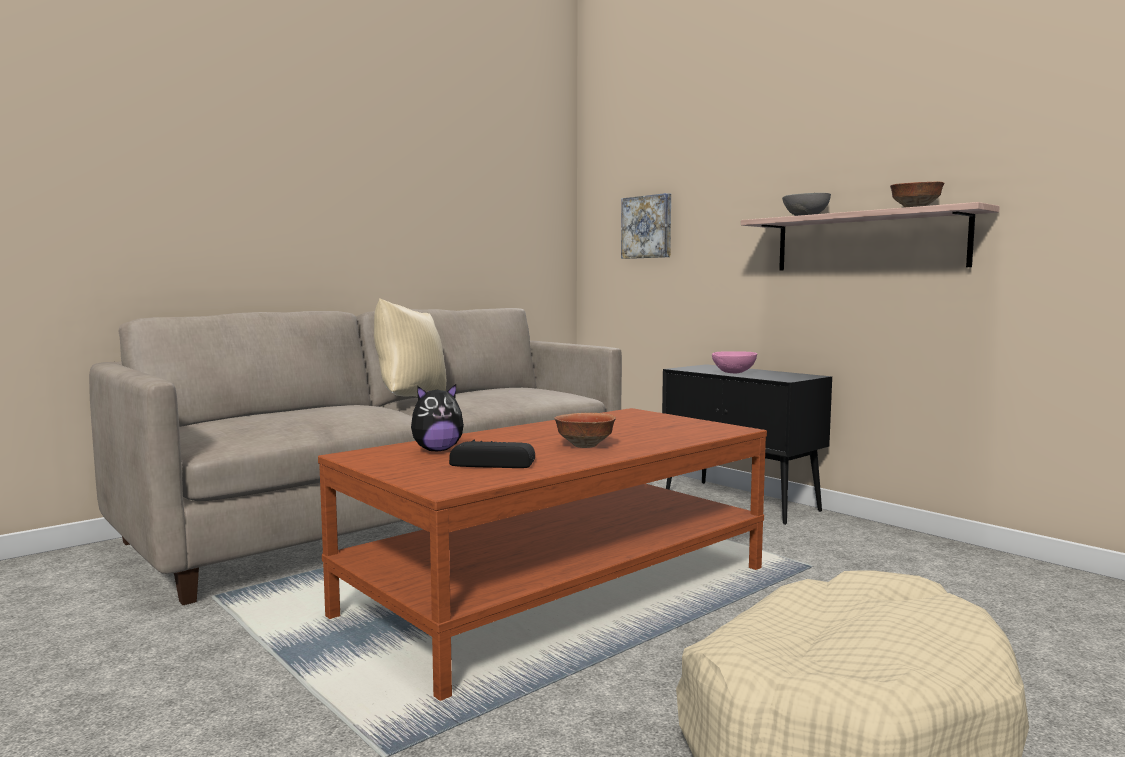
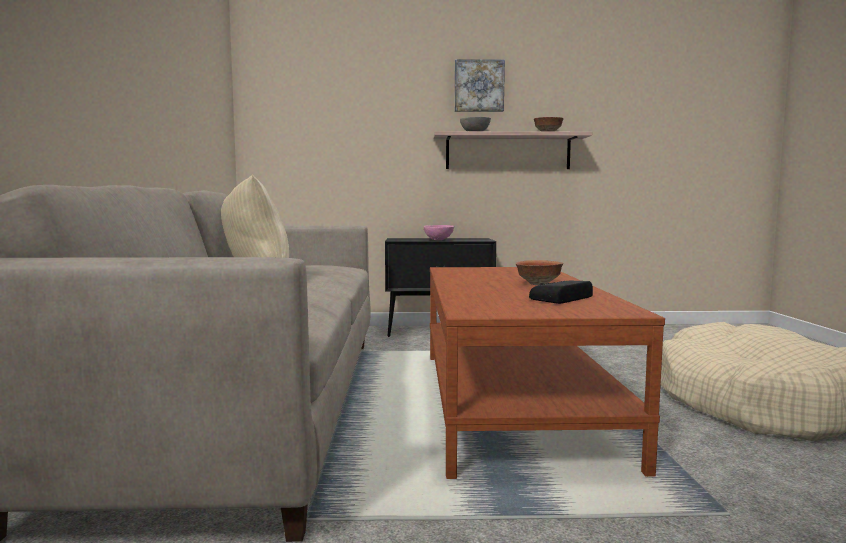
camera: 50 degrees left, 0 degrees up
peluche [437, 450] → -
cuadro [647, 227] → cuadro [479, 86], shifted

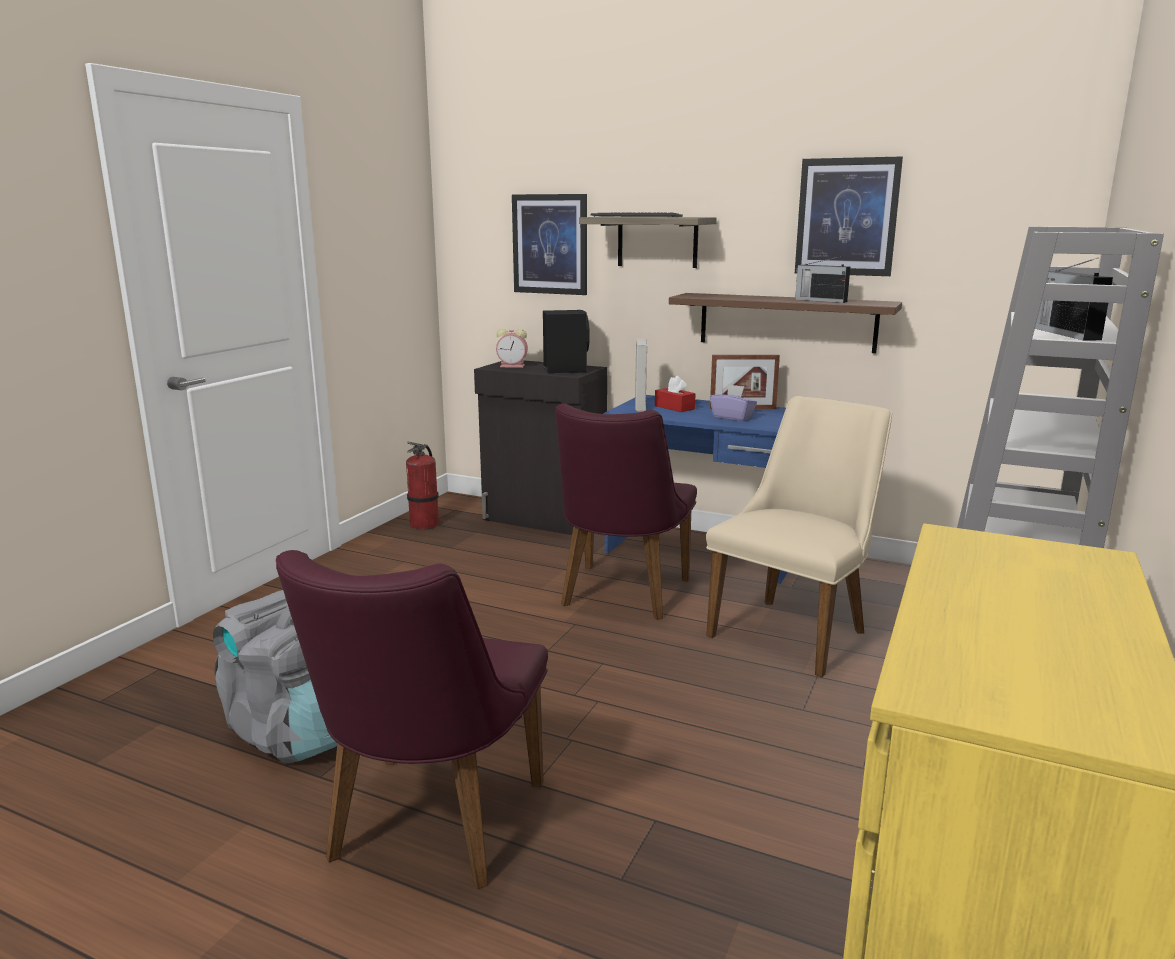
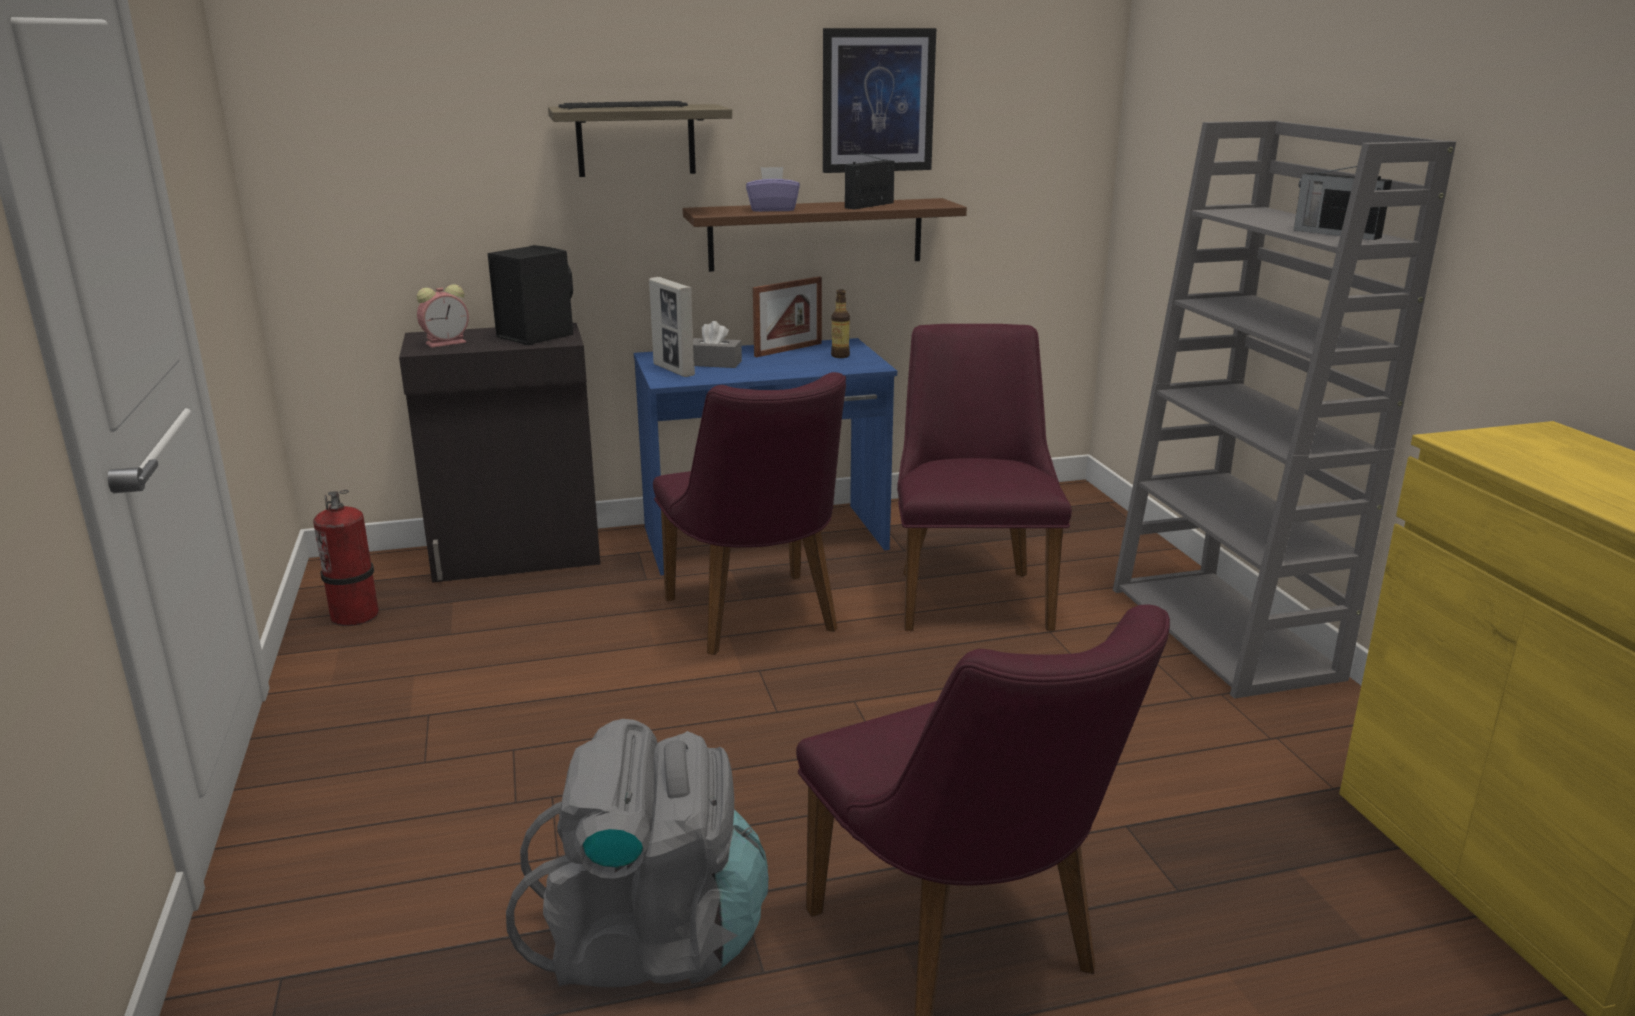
camera: 40 degrees left, 5 degrees up
cuadro [550, 244] → -
caja de pañuelos [rojo] [674, 407] → caja de pañuelos [gris] [714, 363]
silla [beis] [796, 629] → silla [morado] [970, 592]
caja de pañuelos [morado] [732, 417] → caja de pañuelos [morado] [772, 209], shifted
radio [820, 300] → radio [870, 205], 135 degrees clockwise
- → botella [840, 356]

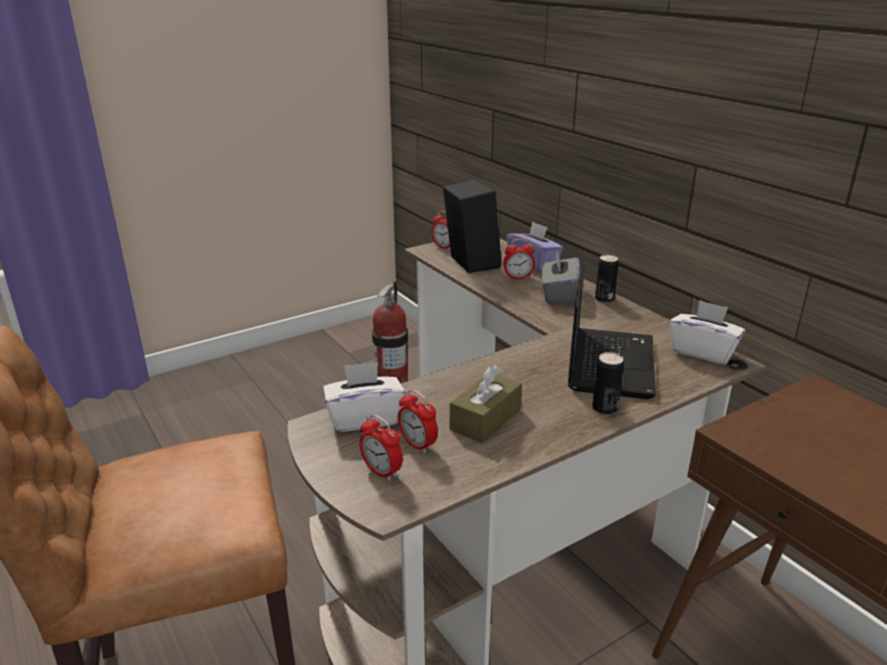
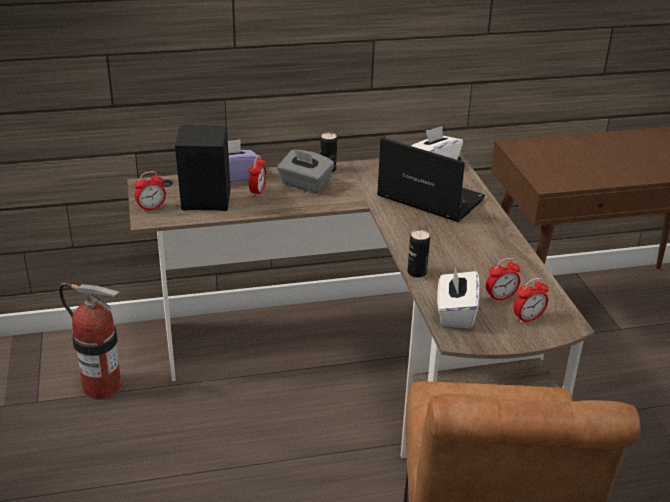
camera: 70 degrees left, 5 degrees up
caja de pañuelos [marrón] [485, 419] → -
lata [604, 408] → lata [417, 272], shifted

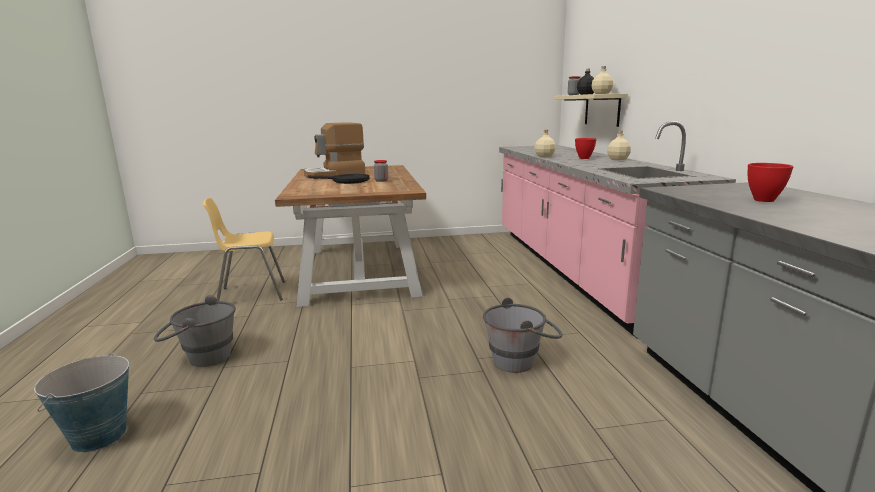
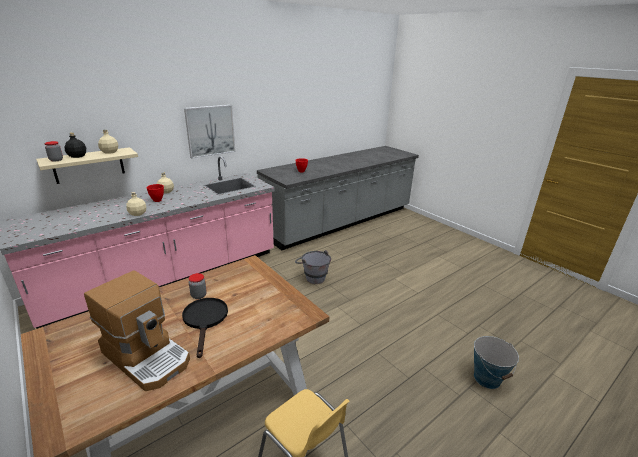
camera: 120 degrees left, 10 degrees up
cubo [gris] [201, 358] → -
- → cuadro [210, 130]

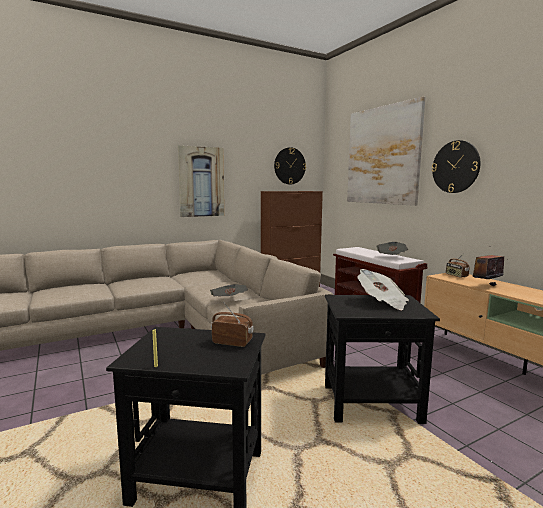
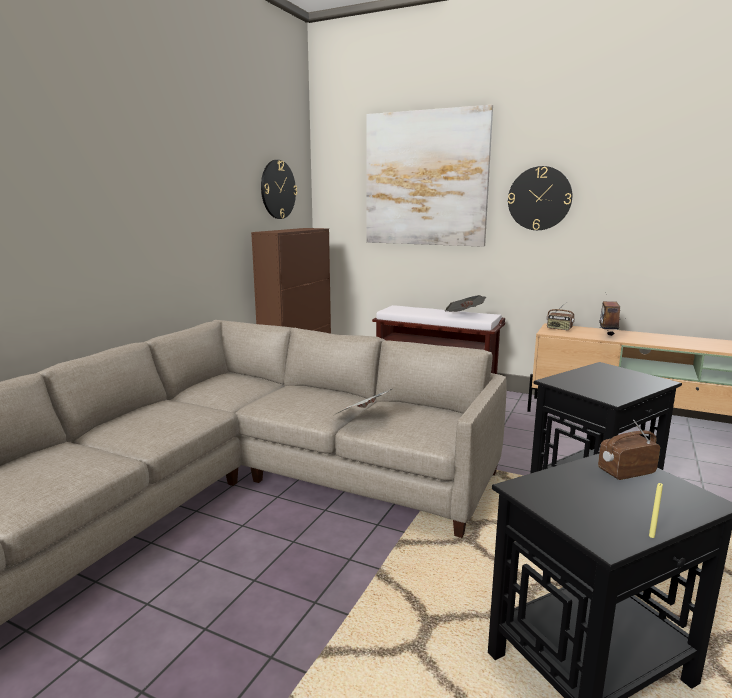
camera: 35 degrees left, 5 degrees up
cuadro [201, 182] → -
periódico [382, 302] → -

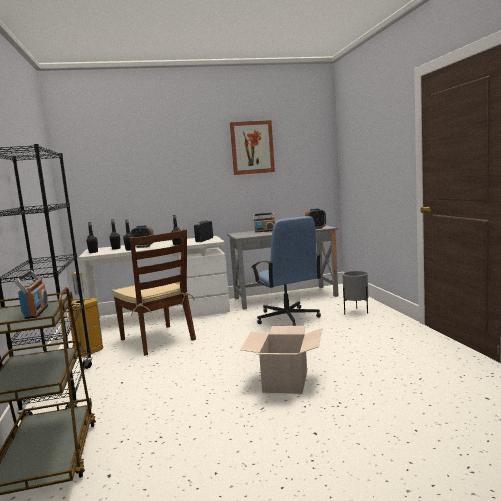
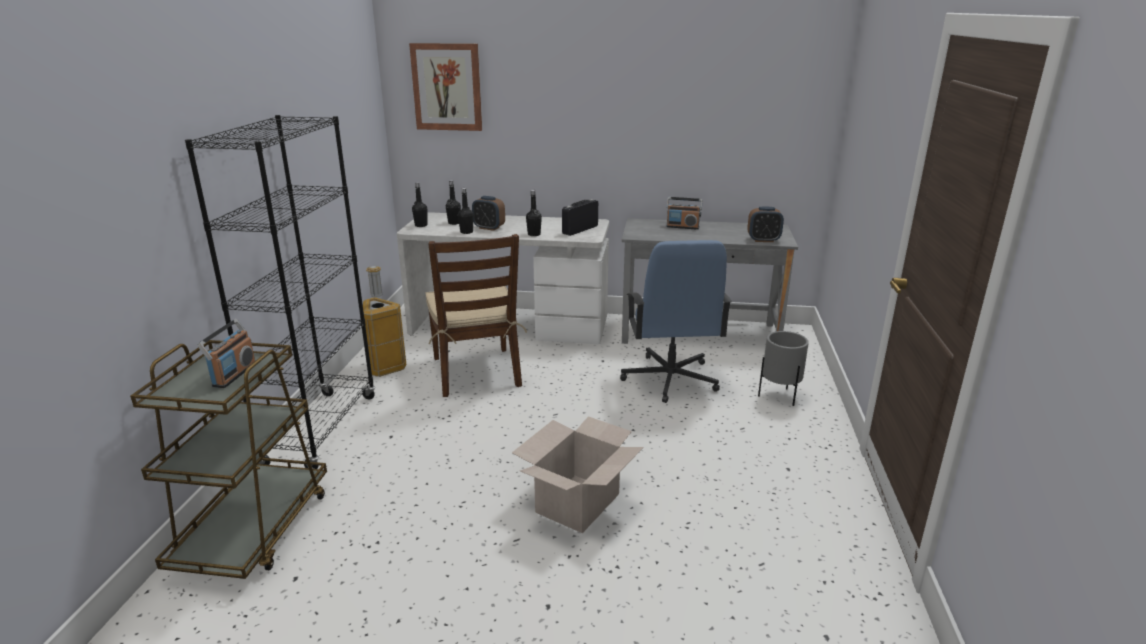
camera: 20 degrees right, 15 degrees up
cuadro [252, 147] → cuadro [447, 87], shifted

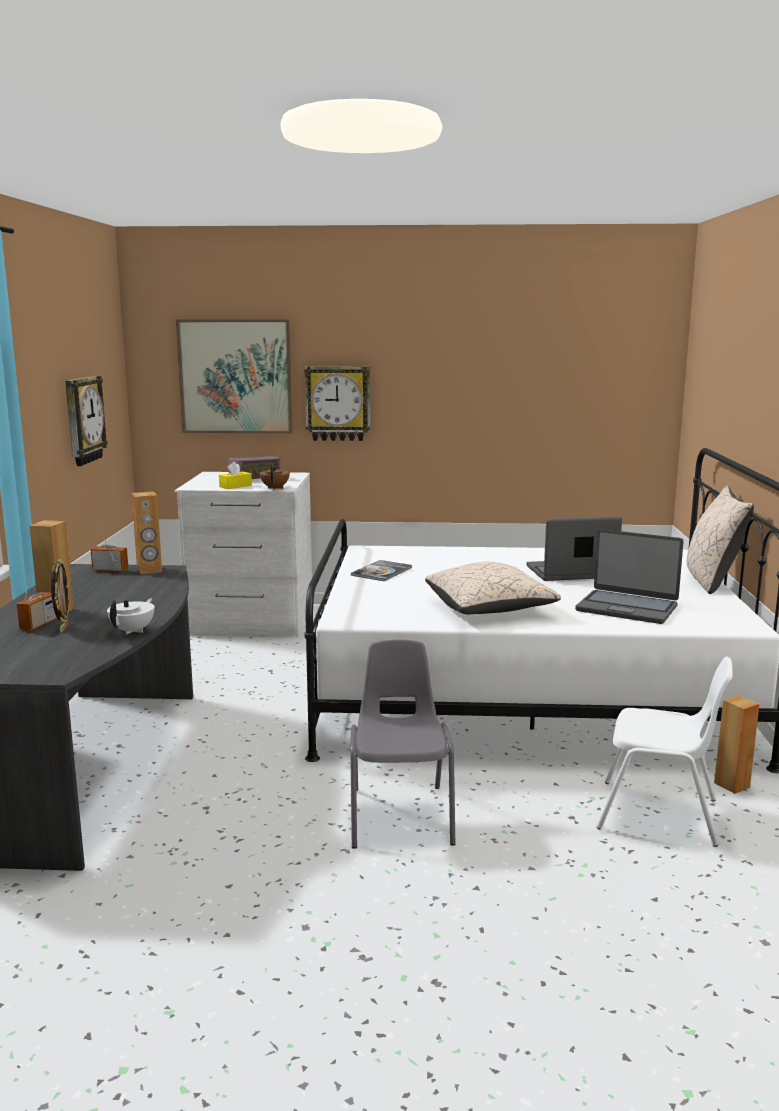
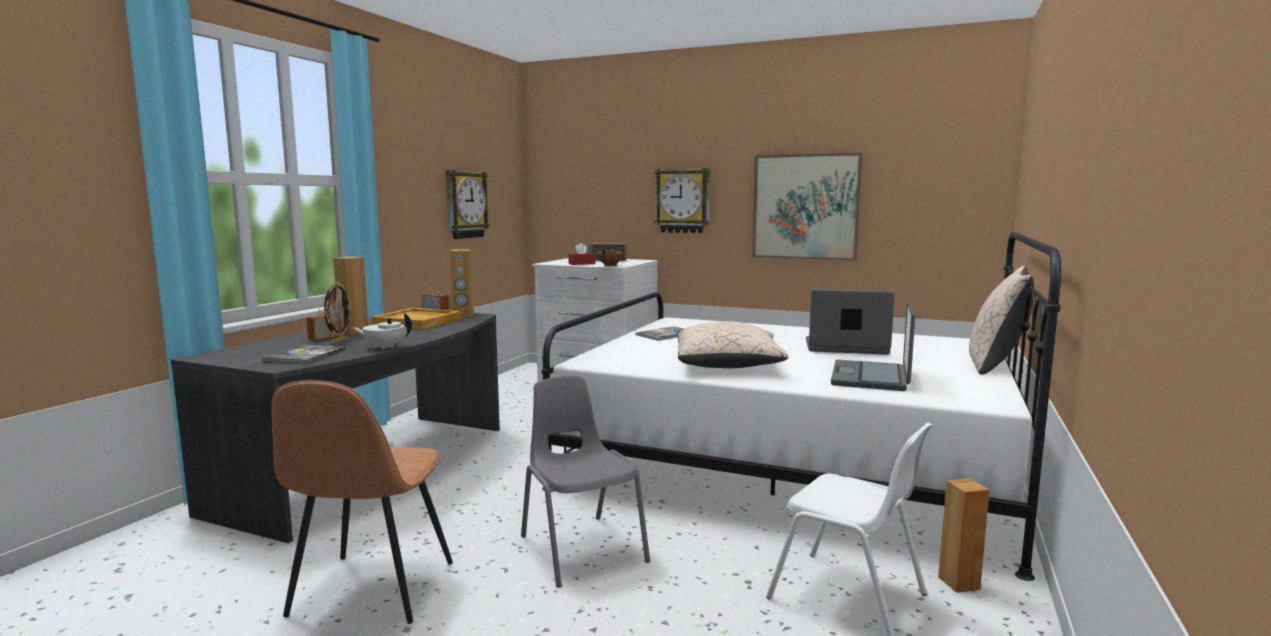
camera: 20 degrees right, 5 degrees down
tetera [blanco] [133, 631] → tetera [blanco] [384, 347], 135 degrees counterclockwise
cuadro [235, 376] → cuadro [805, 207], shifted
caja de pañuelos [amarillo] [235, 486] → caja de pañuelos [rojo] [581, 264]
silla [gris] [400, 815] → silla [gris] [581, 548], 45 degrees counterclockwise
portátil [627, 608] → portátil [871, 377], 60 degrees clockwise
- → libro [305, 355]
- → silla [marrón] [371, 590]
- → bandeja [beis] [418, 322]

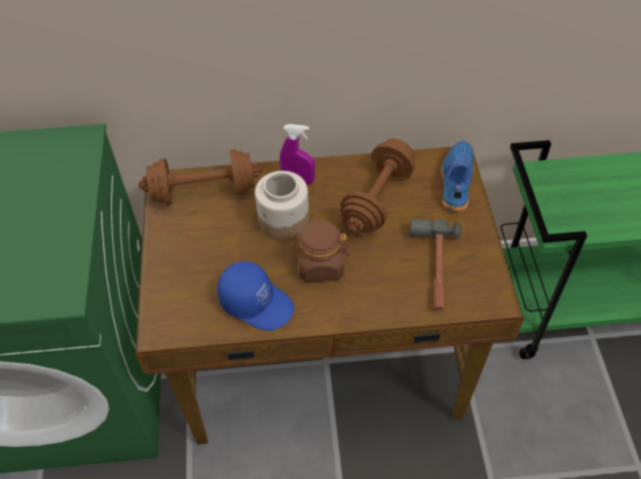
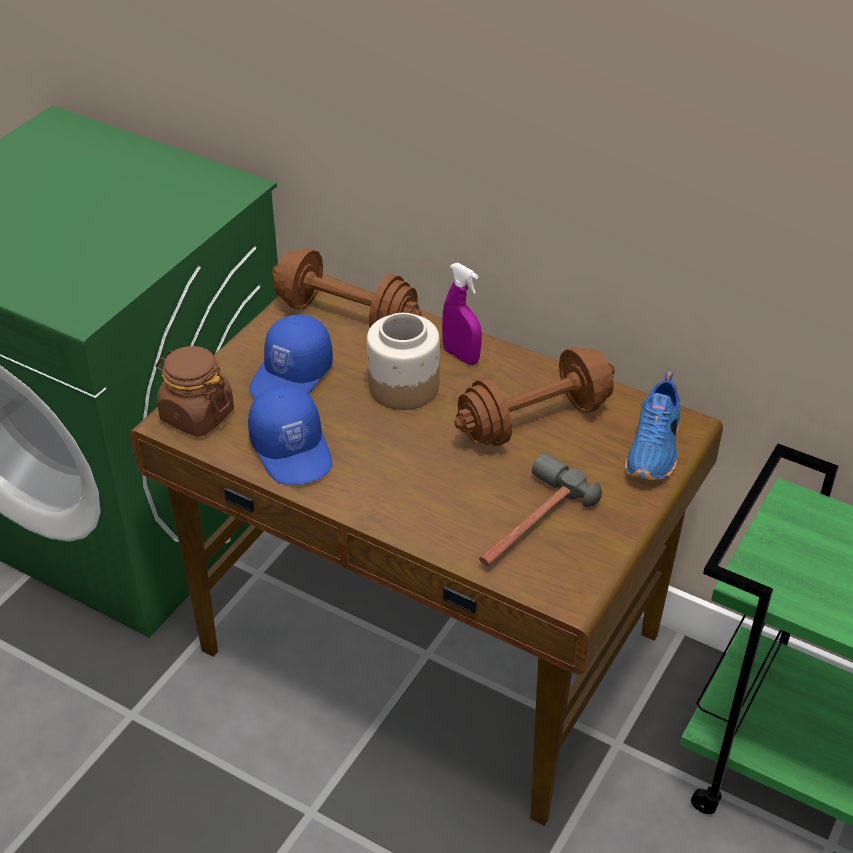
camera: 35 degrees right, 10 degrees down
tarro [marrón] [320, 265] → tarro [marrón] [197, 415], shifted
zapato [azul] [455, 181] → zapato [azul] [655, 449], 150 degrees clockwise
- → gorra [azul] [292, 376]

